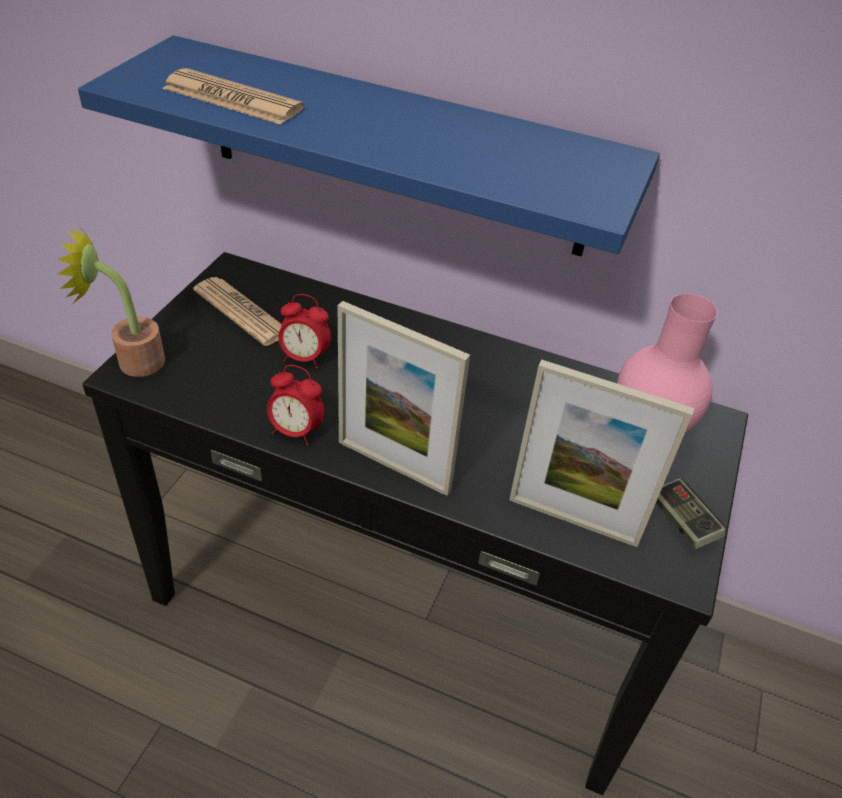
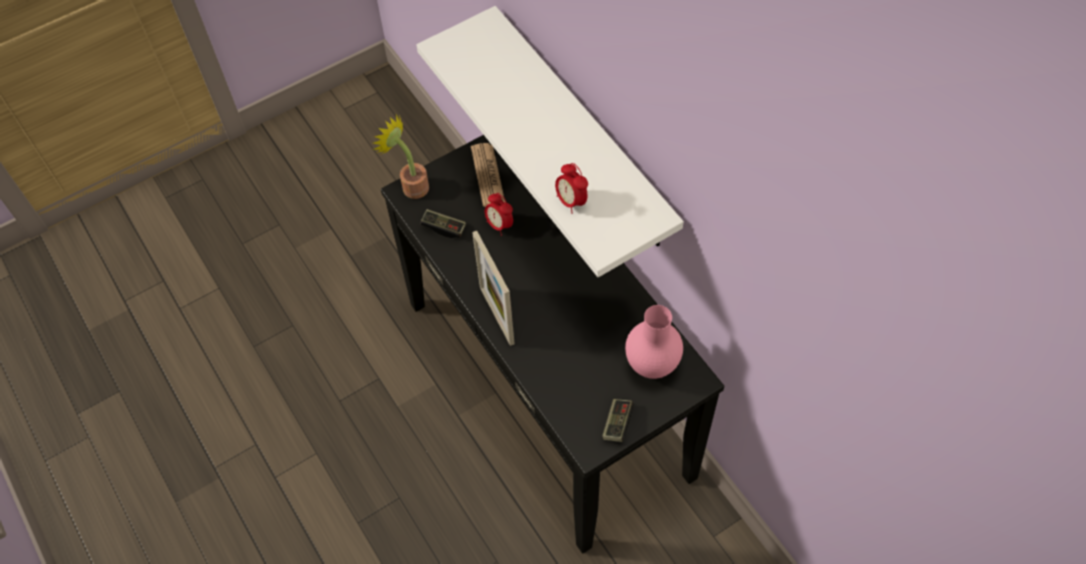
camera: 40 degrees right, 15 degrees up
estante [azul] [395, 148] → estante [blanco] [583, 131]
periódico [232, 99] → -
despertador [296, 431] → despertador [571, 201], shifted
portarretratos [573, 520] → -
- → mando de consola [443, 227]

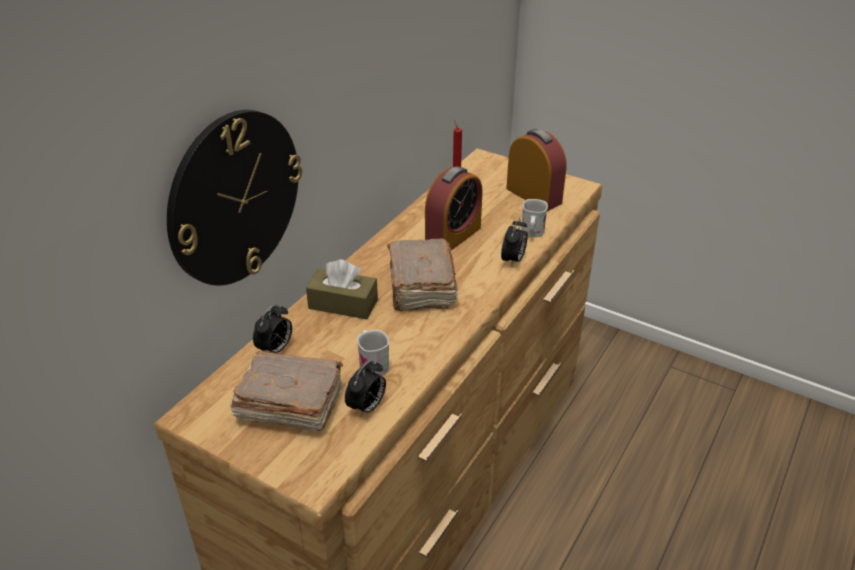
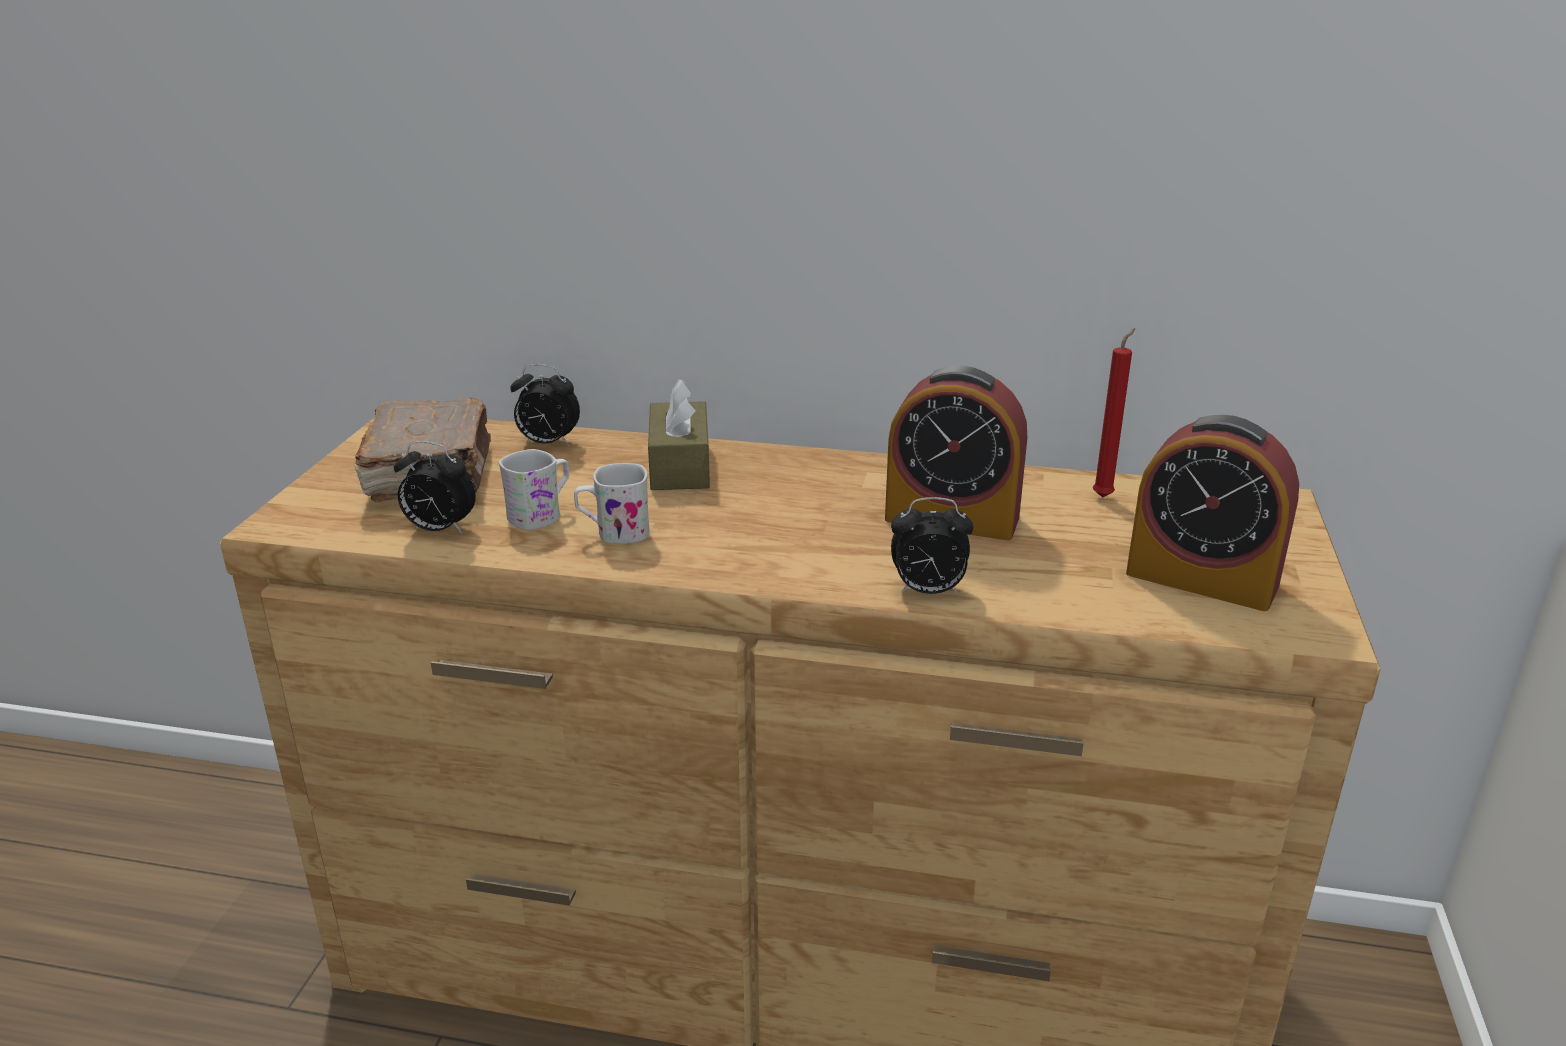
camera: 70 degrees right, 10 degrees down
reloj de pared [235, 198] → -
libro [marrón] [421, 287] → -
despertador [533, 195] → despertador [1201, 579], 90 degrees clockwise
taza grande [blanco] [532, 233] → taza grande [blanco] [614, 533], shifted

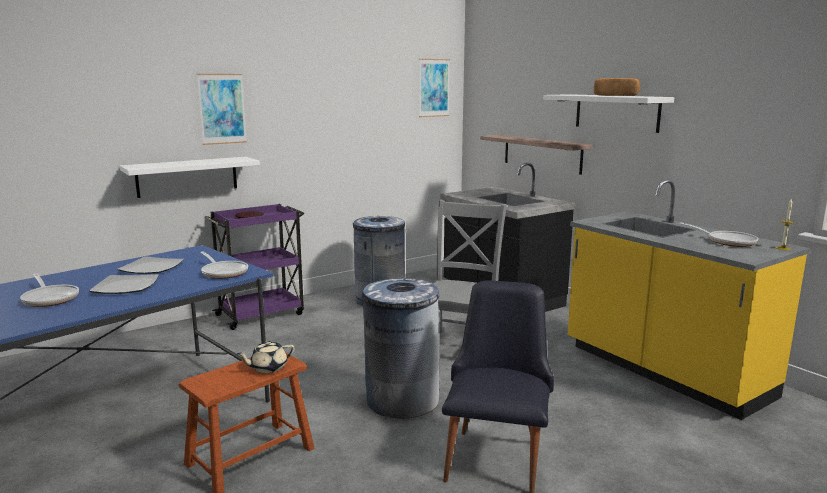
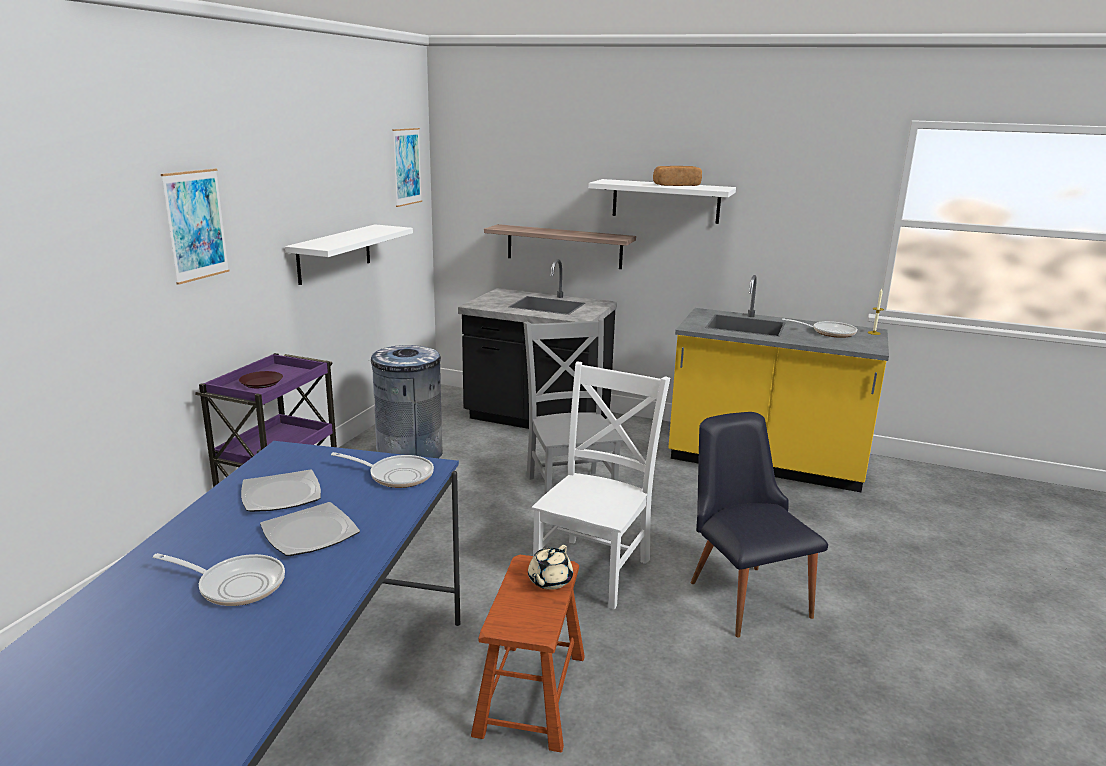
camera: 35 degrees left, 5 degrees up
estante [blanco] [187, 176] → estante [blanco] [334, 253], shifted
papelera [gris] [402, 400] → silla [blanco] [594, 569]

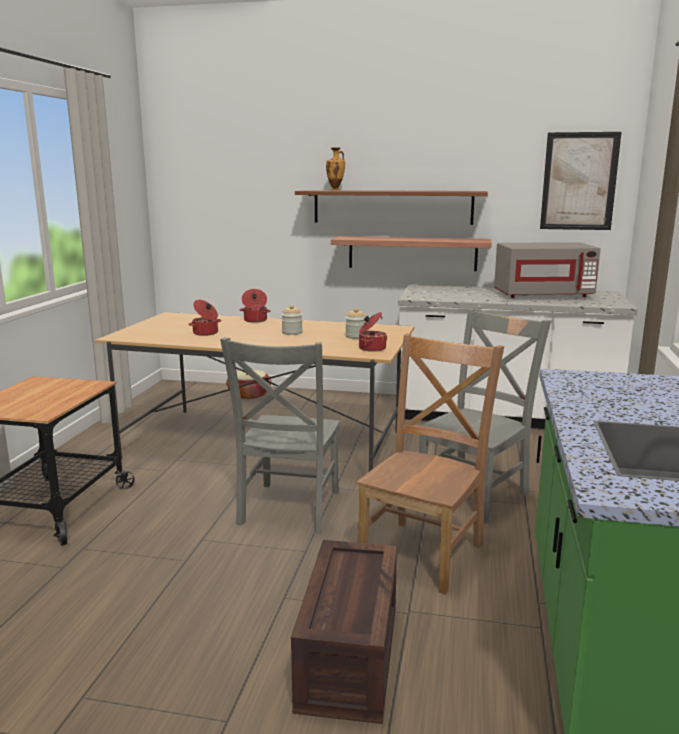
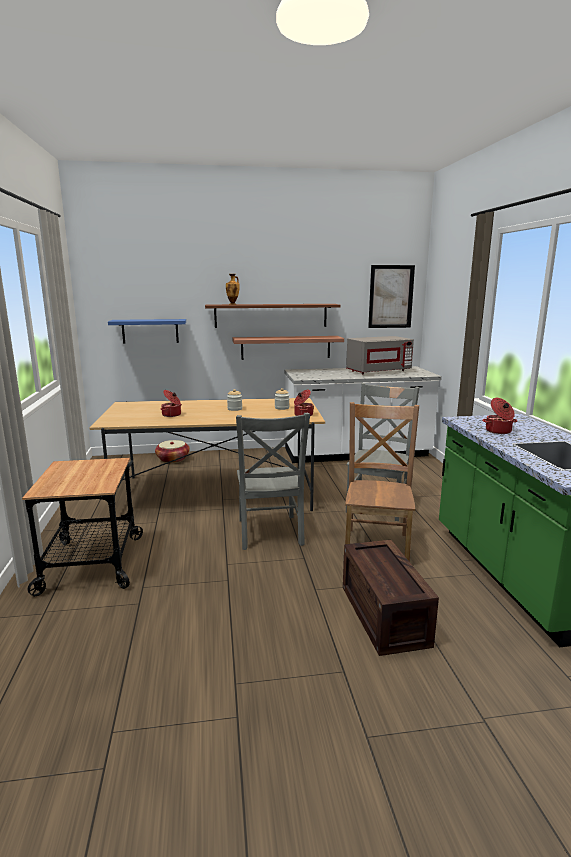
camera: 20 degrees left, 0 degrees up
olla [255, 320] → olla [498, 431], shifted
- → estante [azul] [150, 331]

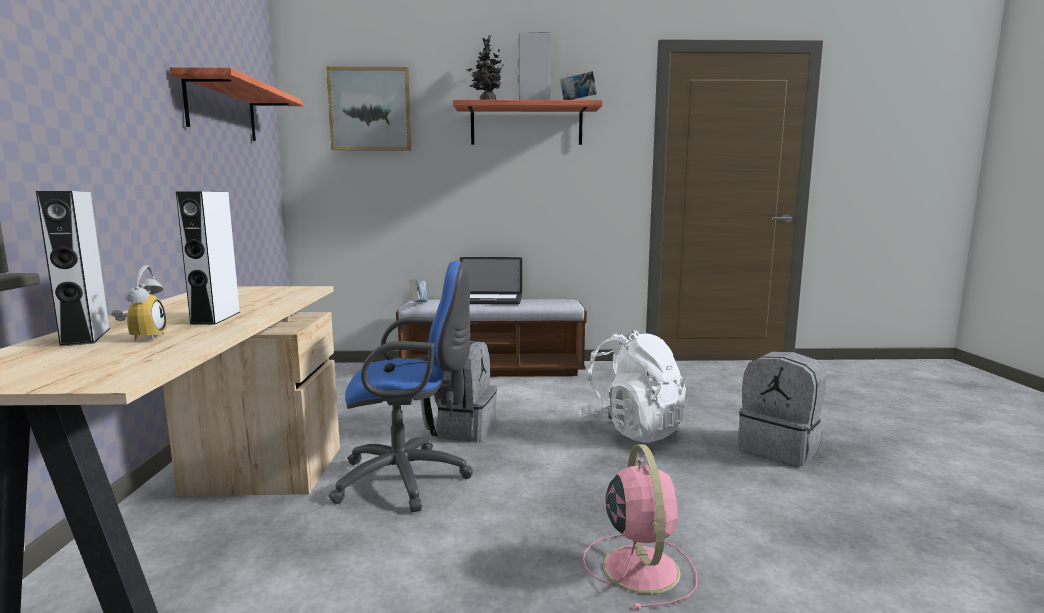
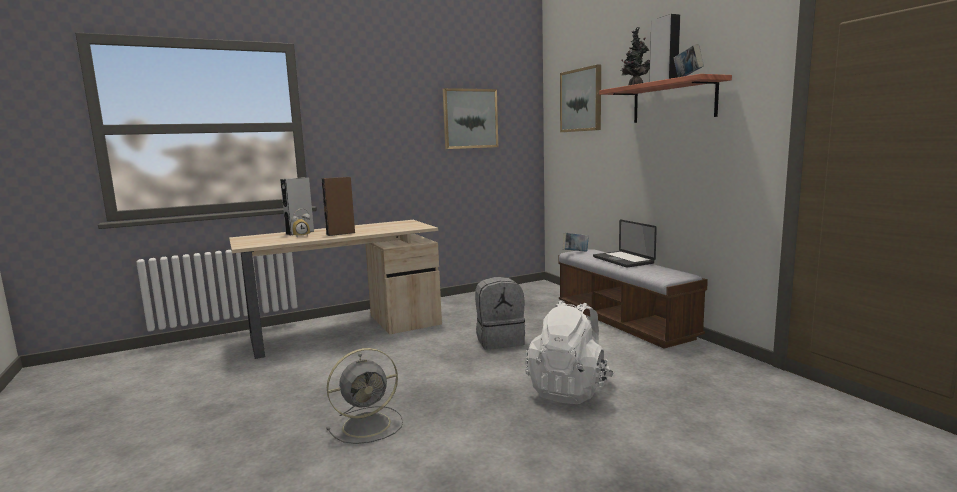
camera: 65 degrees right, 0 degrees up
estante [222, 110] → cuadro [470, 119]
altavoz [blanco] [216, 318] → altavoz [marrón] [340, 233]
silla de oficina [azul] [409, 479] → -
ventilador [rosa] [639, 566] → ventilador [gris] [368, 424]
mochila [gris] [780, 448] → -

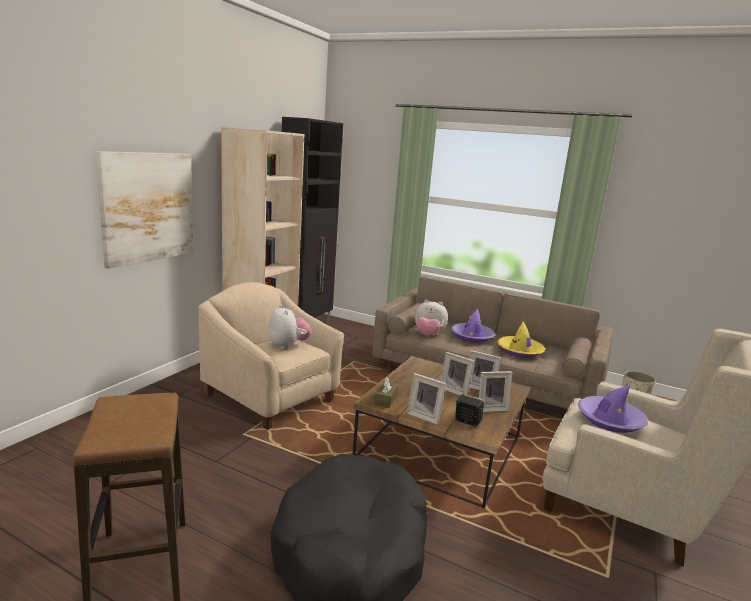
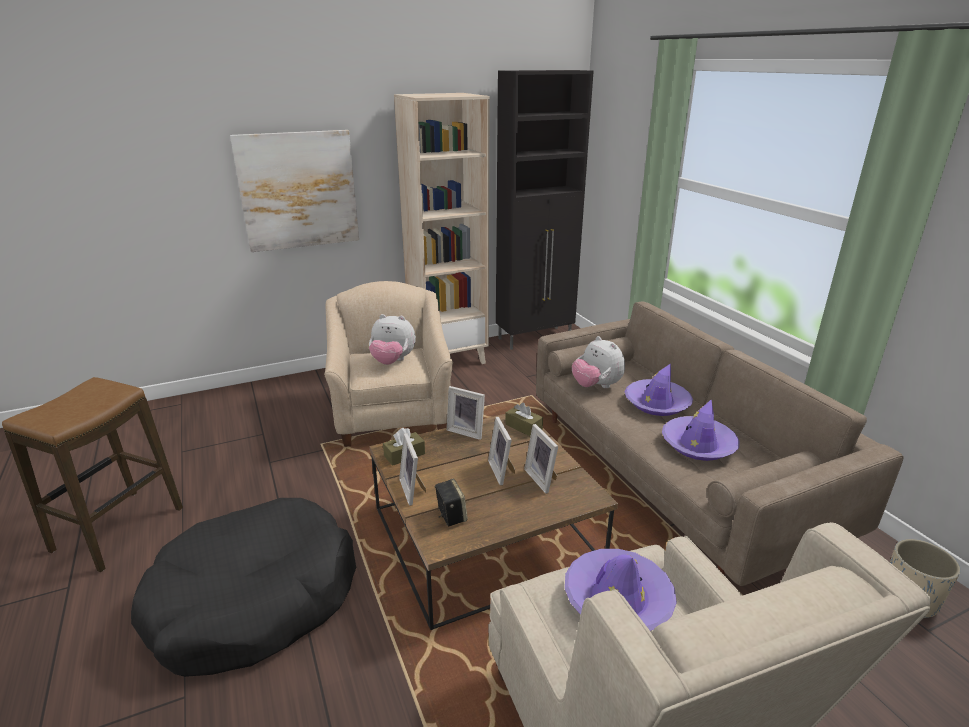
camera: 40 degrees right, 10 degrees up
peluche [288, 346] → peluche [392, 361], 90 degrees clockwise
portarretratos [490, 408] → portarretratos [467, 431], shifted
sombrero [amarillo] [520, 351] → sombrero [morado] [698, 445]
- → caja de pañuelos [marrón] [523, 427]

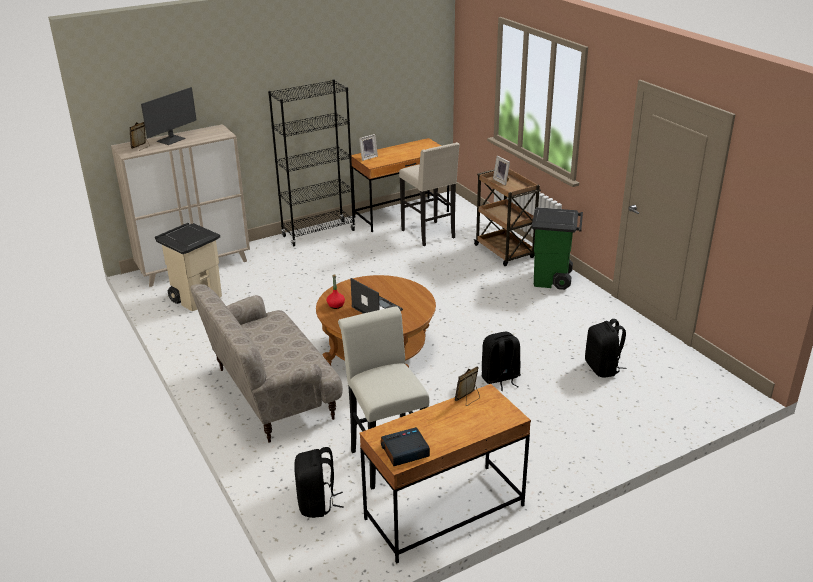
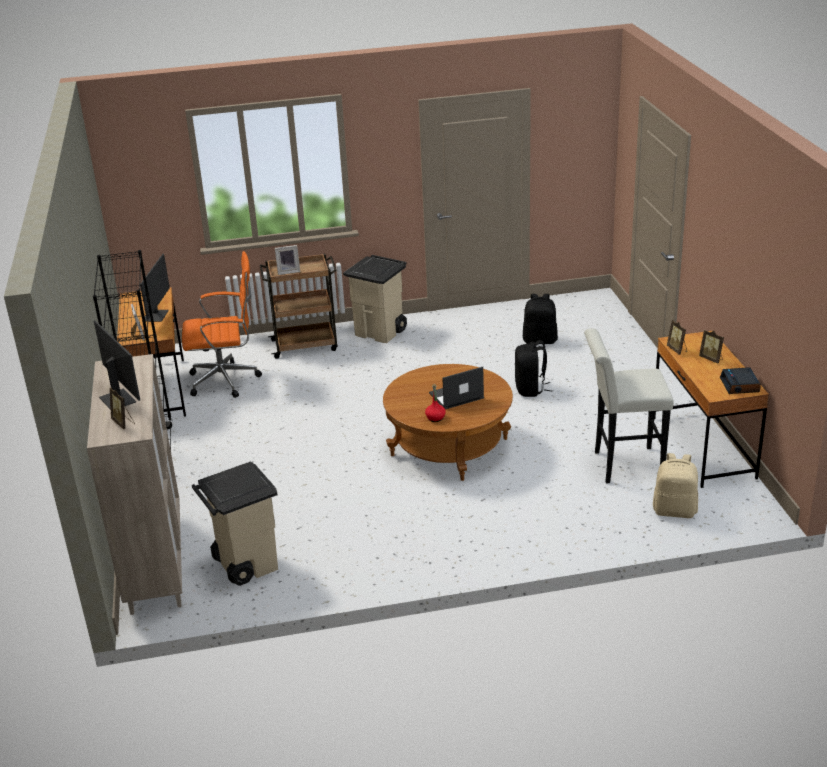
camera: 70 degrees left, 0 degrees up
sofá [beis] [271, 395] → -
mochila [negro] [317, 504] → mochila [beis] [675, 510]
taburete [beis] [429, 234] → silla de oficina [naranja] [227, 380]
papelera [verde] [552, 280] → papelera [beis] [381, 332]
- → monitor [156, 315]
- → portarretratos [711, 359]

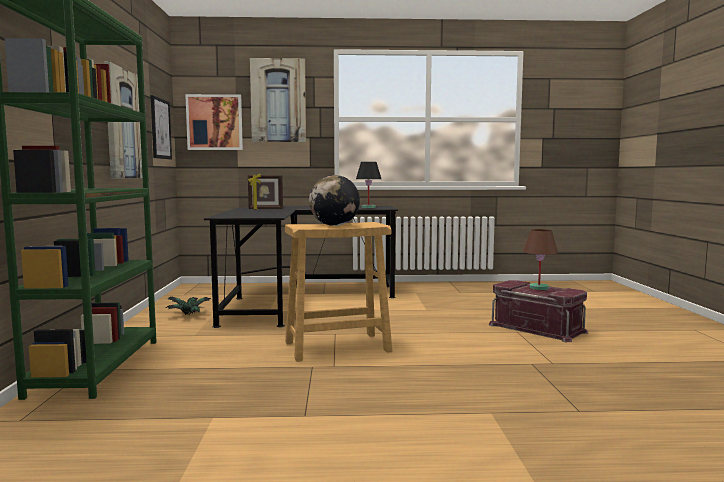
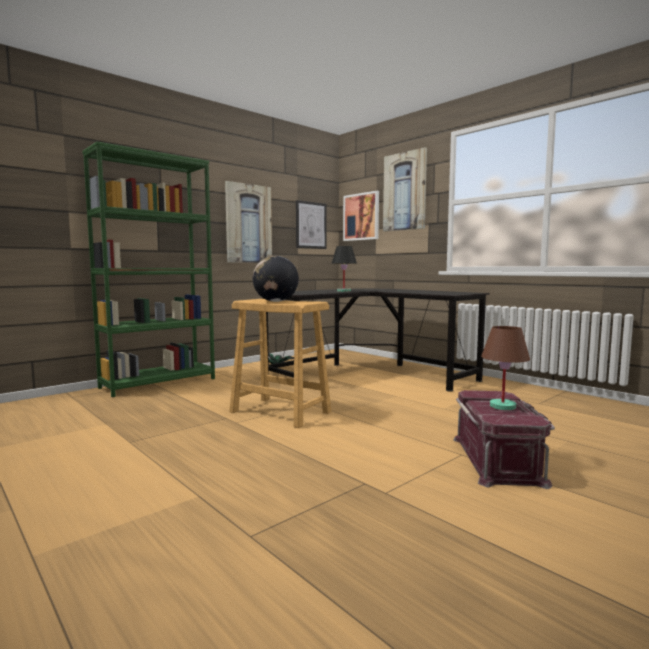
camera: 50 degrees right, 0 degrees up
portarretratos [265, 209] → -
lámpara de mesa [negro] [368, 207] → lámpara de mesa [negro] [344, 291], shifted

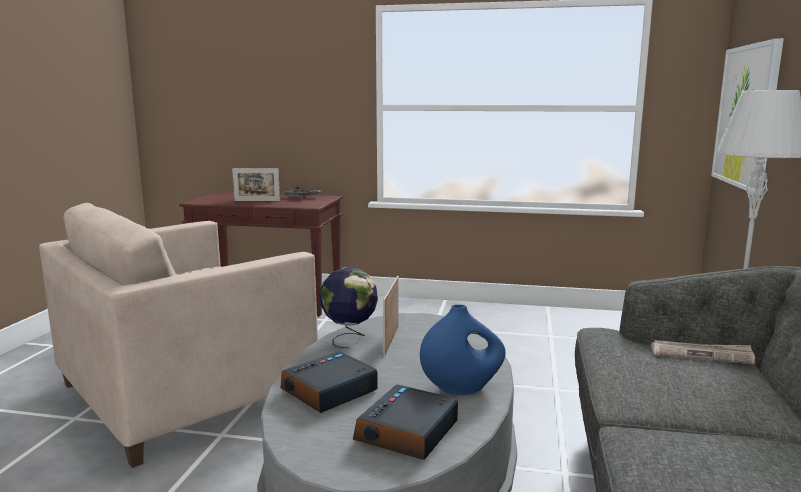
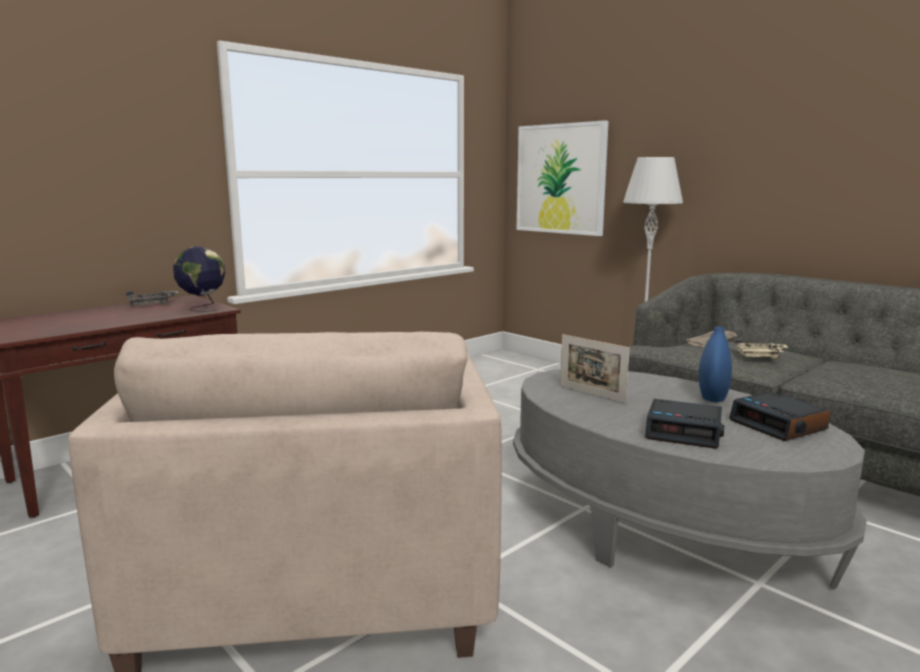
camera: 55 degrees left, 0 degrees up
portarretratos [257, 201] → -
despertador [329, 391] → despertador [684, 432], 60 degrees counterclockwise
globo terráqueo [349, 338] → globo terráqueo [202, 308], shifted
- → bandeja [beis] [760, 356]

